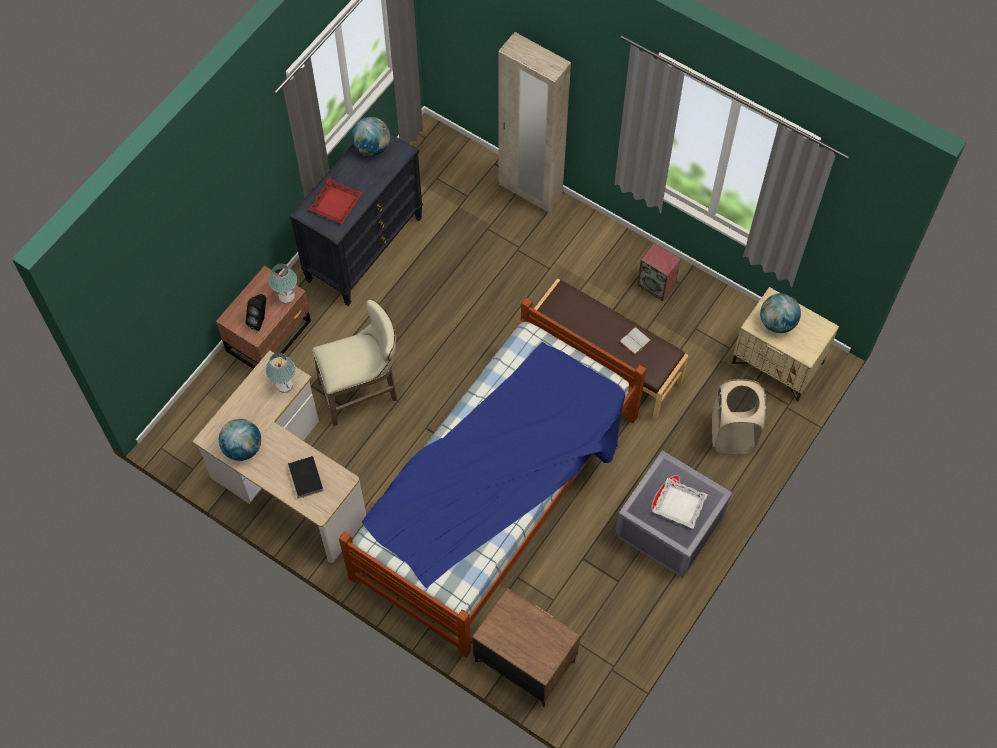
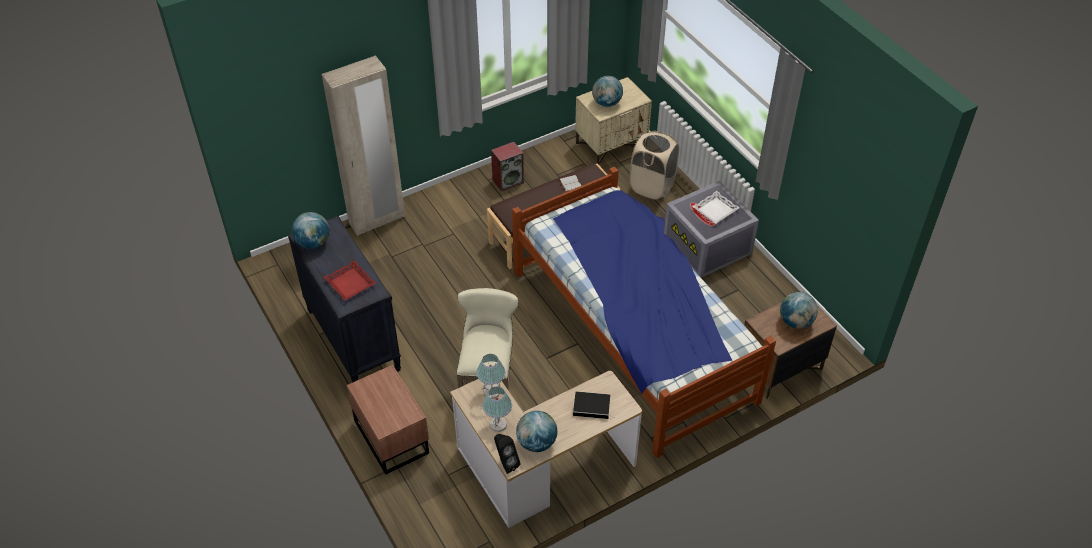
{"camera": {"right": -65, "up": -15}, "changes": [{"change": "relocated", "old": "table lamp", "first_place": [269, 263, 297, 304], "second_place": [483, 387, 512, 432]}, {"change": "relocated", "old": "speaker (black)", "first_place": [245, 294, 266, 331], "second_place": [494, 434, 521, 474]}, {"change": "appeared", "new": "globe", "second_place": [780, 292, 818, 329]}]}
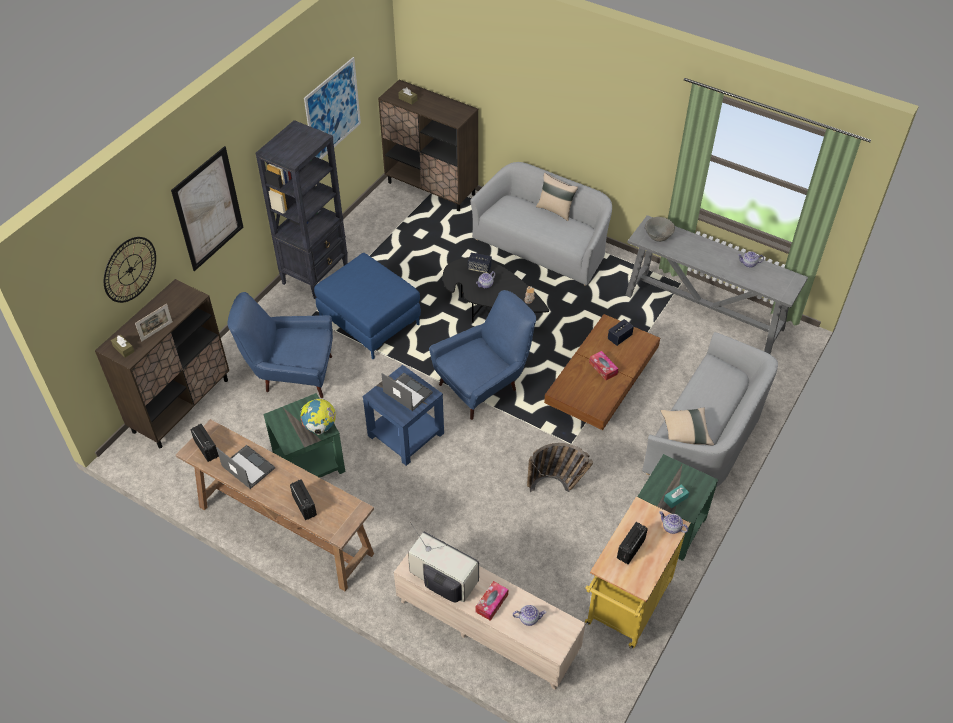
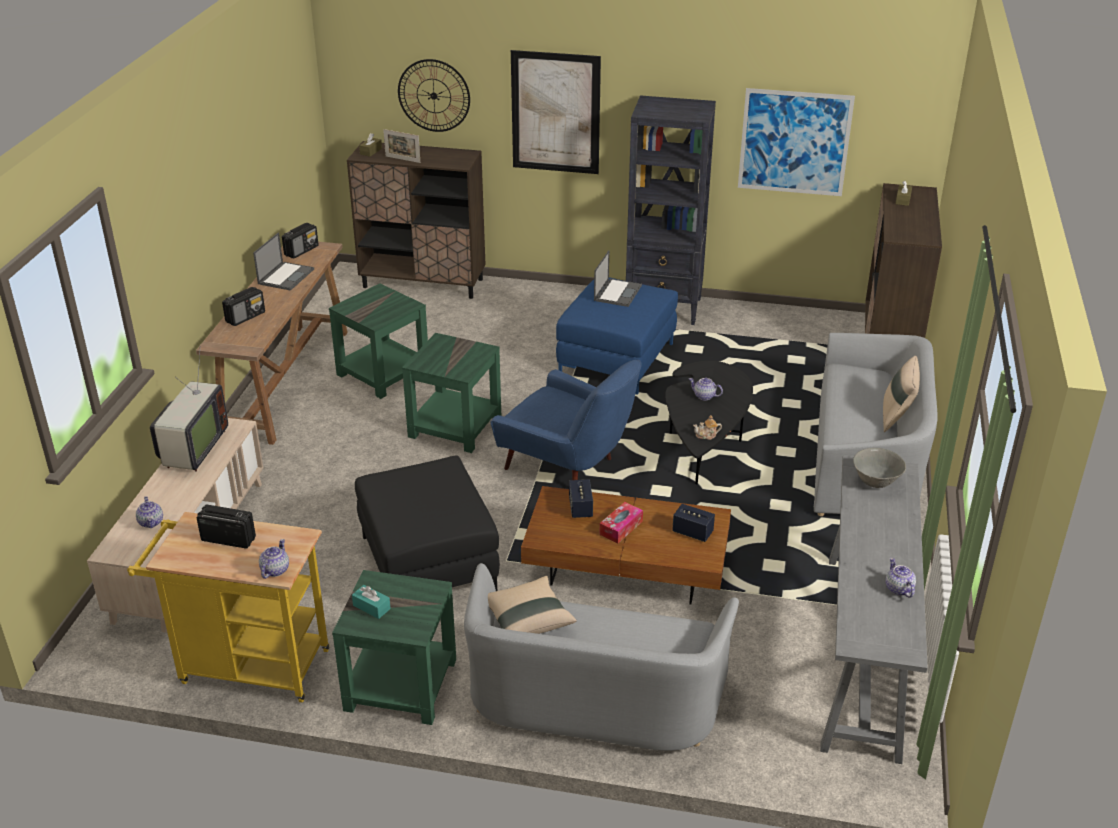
{"camera": {"right": 70, "up": -15}, "changes": [{"change": "relocated", "old": "speaker", "first_place": [468, 253, 492, 273], "second_place": [569, 479, 593, 518]}, {"change": "missing", "old": "armchair (blue)", "first_place": [227, 292, 333, 398]}, {"change": "colour", "old": "side table (blue)", "new": "side table (green)", "first_place": [363, 365, 444, 466], "second_place": [402, 333, 501, 453]}, {"change": "relocated", "old": "laptop", "first_place": [381, 373, 433, 411], "second_place": [594, 250, 642, 307]}, {"change": "missing", "old": "globe", "first_place": [300, 399, 336, 435]}, {"change": "exchanged", "old": "basket", "new": "ottoman (black)", "first_place": [527, 443, 593, 492], "second_place": [355, 455, 500, 591]}, {"change": "missing", "old": "tissue box", "first_place": [475, 581, 508, 621]}]}
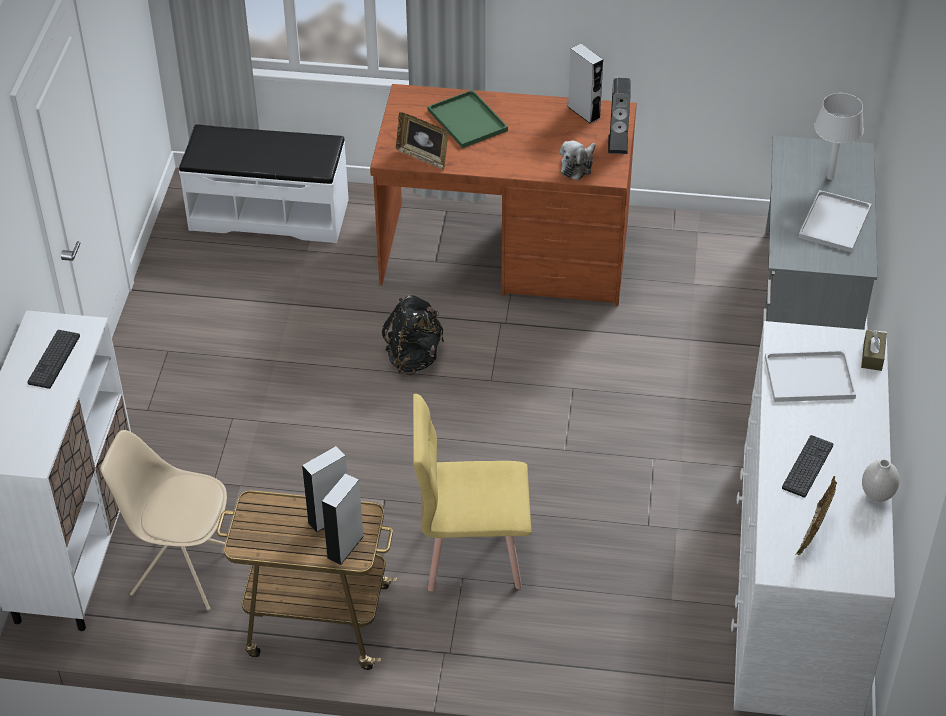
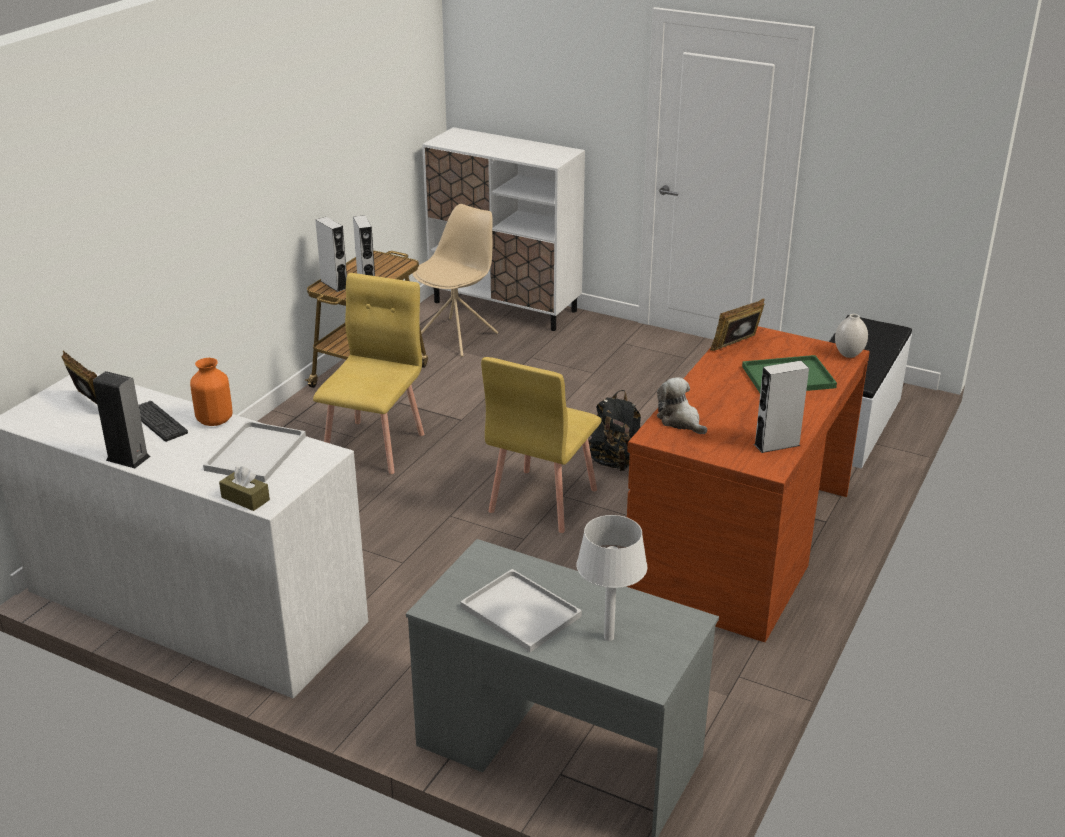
{"camera": {"right": 110, "up": -15}, "changes": [{"change": "relocated", "old": "speaker", "first_place": [608, 78, 631, 154], "second_place": [93, 371, 151, 468]}, {"change": "missing", "old": "keyboard", "first_place": [27, 330, 80, 389]}, {"change": "relocated", "old": "vase (white)", "first_place": [862, 459, 900, 502], "second_place": [835, 314, 868, 358]}, {"change": "appeared", "new": "chair (yellow)", "second_place": [481, 357, 601, 533]}, {"change": "appeared", "new": "vase (orange)", "second_place": [190, 358, 233, 426]}]}
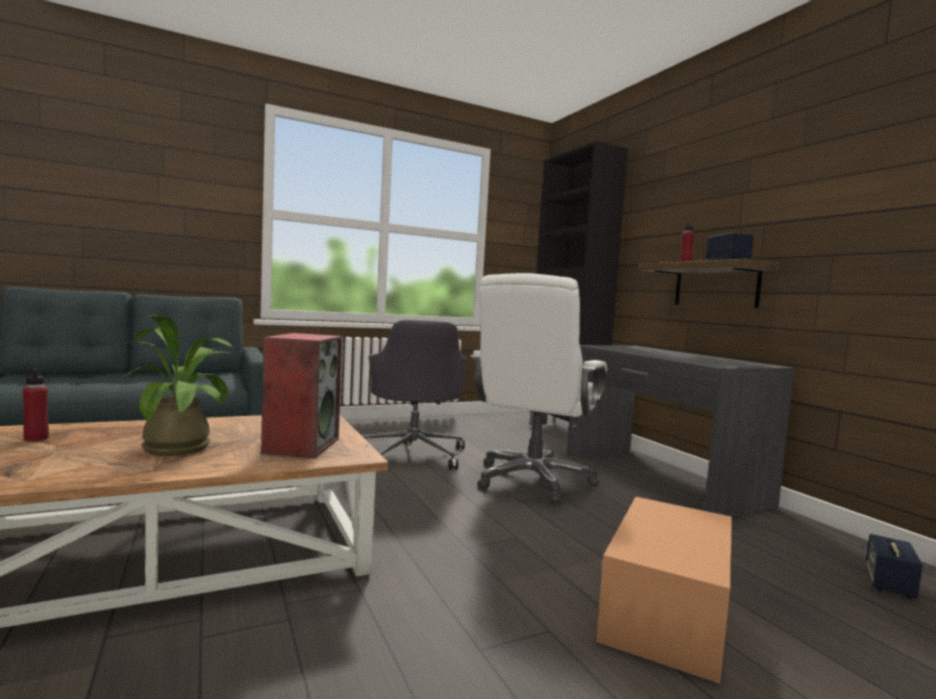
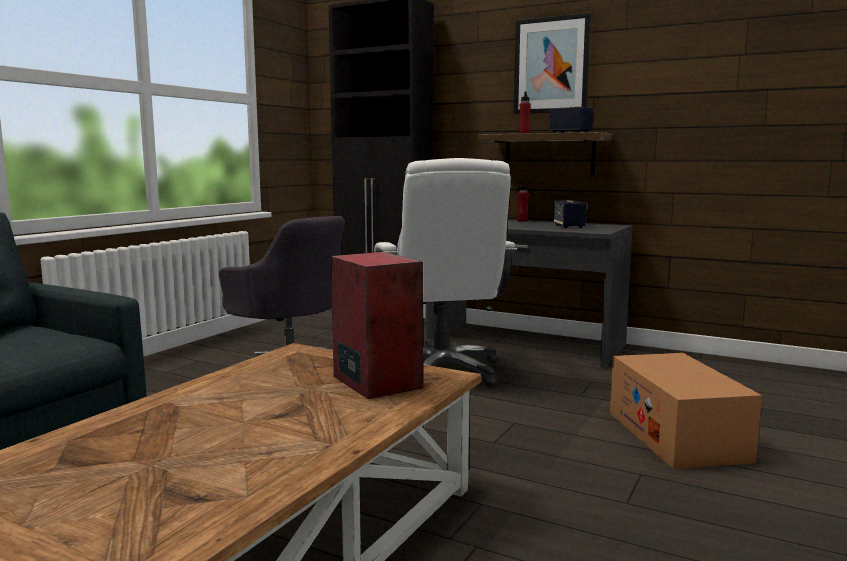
{"camera": {"right": -35, "up": 5}, "changes": [{"change": "missing", "old": "potted plant", "first_place": [117, 315, 232, 456]}, {"change": "relocated", "old": "bottle (red)", "first_place": [23, 367, 49, 442], "second_place": [517, 181, 529, 222]}, {"change": "relocated", "old": "speaker", "first_place": [866, 534, 923, 598], "second_place": [553, 200, 587, 228]}, {"change": "appeared", "new": "picture", "second_place": [514, 13, 591, 114]}]}
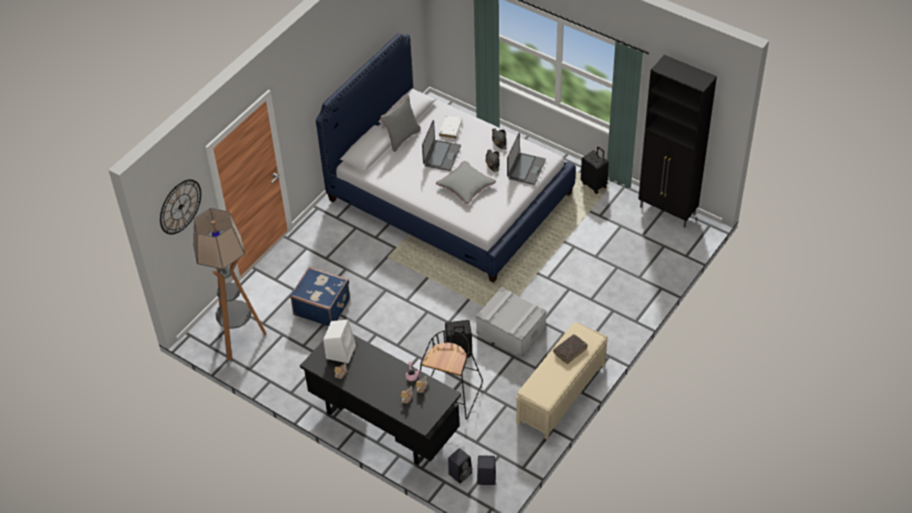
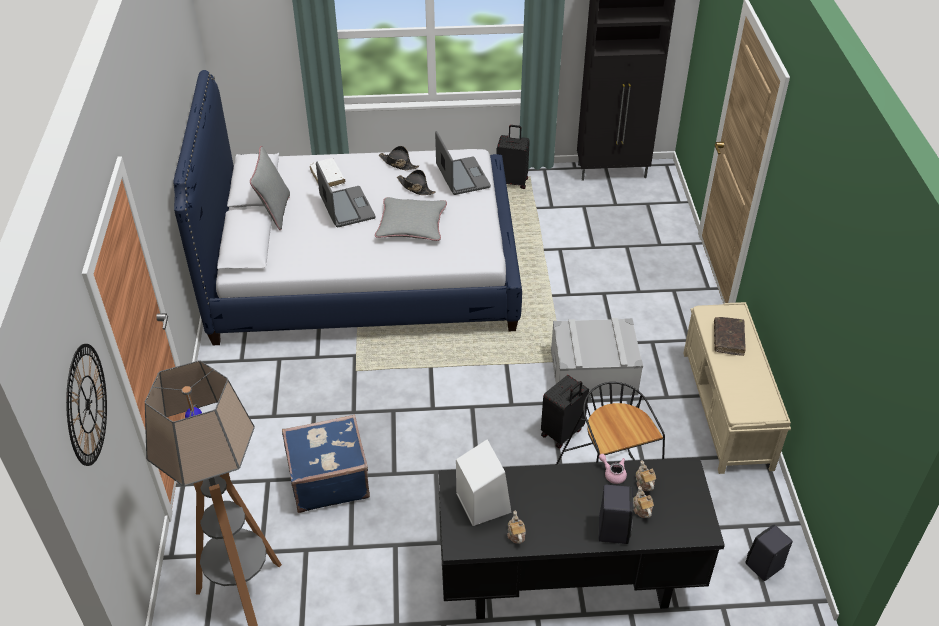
{"camera": {"right": -40, "up": -5}, "changes": [{"change": "relocated", "old": "speaker (black)", "first_place": [448, 448, 472, 483], "second_place": [599, 485, 634, 544]}]}
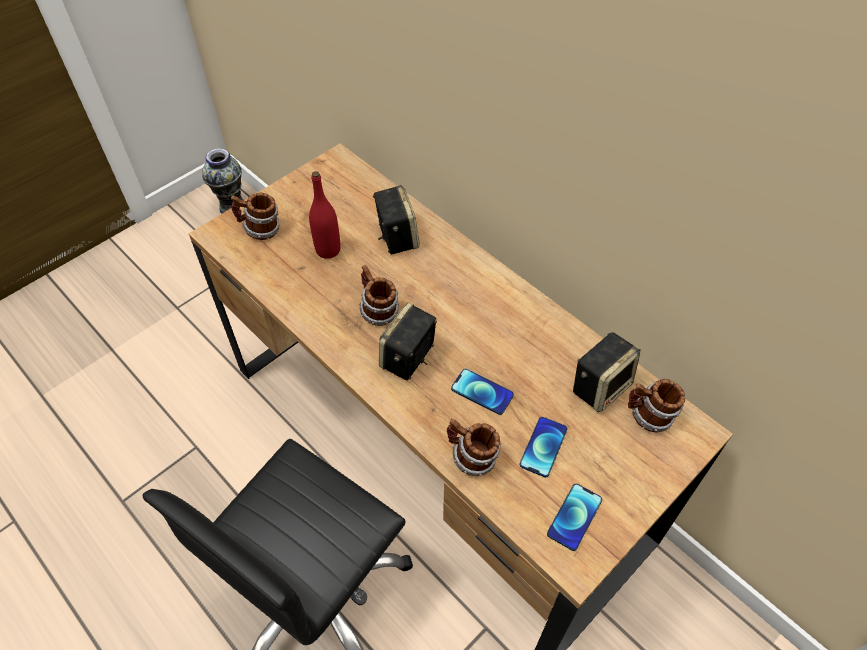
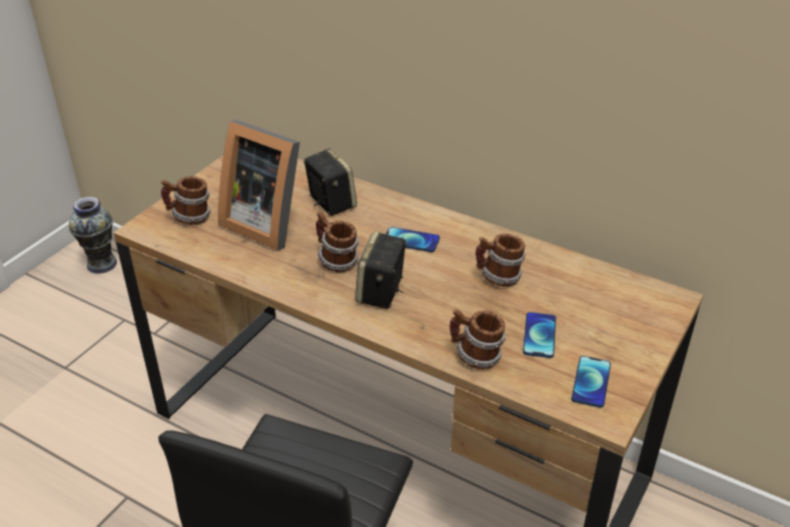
{"camera": {"right": -15, "up": -15}, "changes": [{"change": "exchanged", "old": "bottle (red)", "new": "picture frame", "first_place": [309, 171, 341, 259], "second_place": [218, 120, 300, 250]}, {"change": "missing", "old": "speaker", "first_place": [573, 332, 641, 412]}, {"change": "relocated", "old": "phone", "first_place": [451, 369, 514, 415], "second_place": [386, 227, 440, 252]}, {"change": "relocated", "old": "mug", "first_place": [628, 379, 685, 432], "second_place": [475, 234, 526, 287]}]}
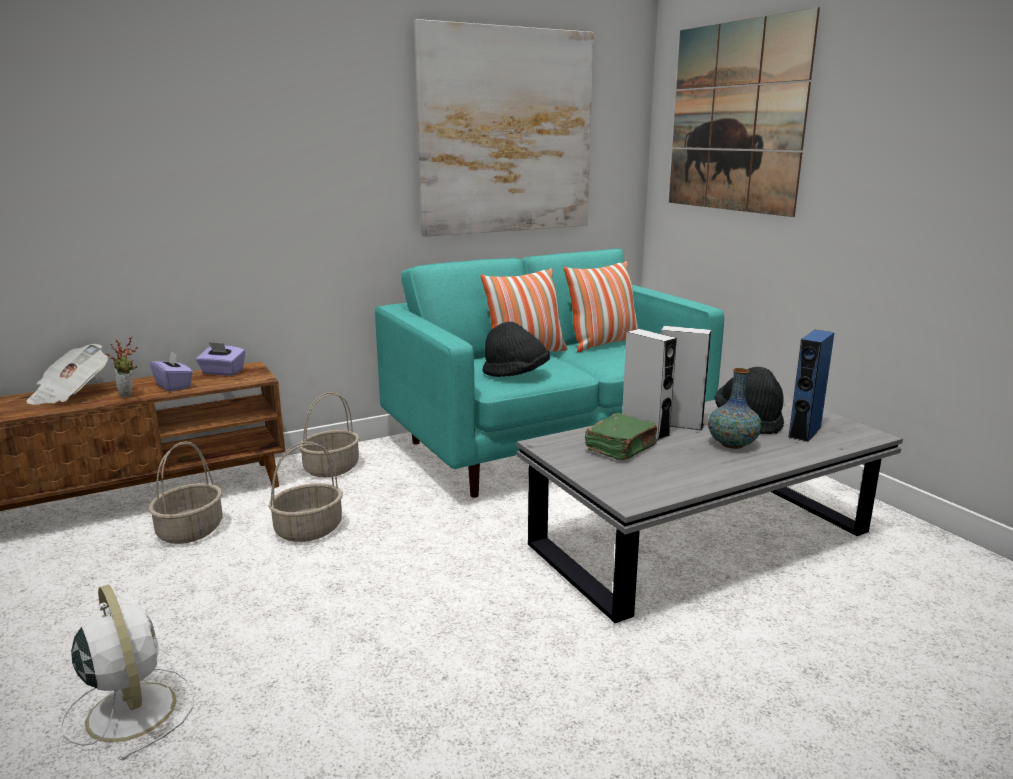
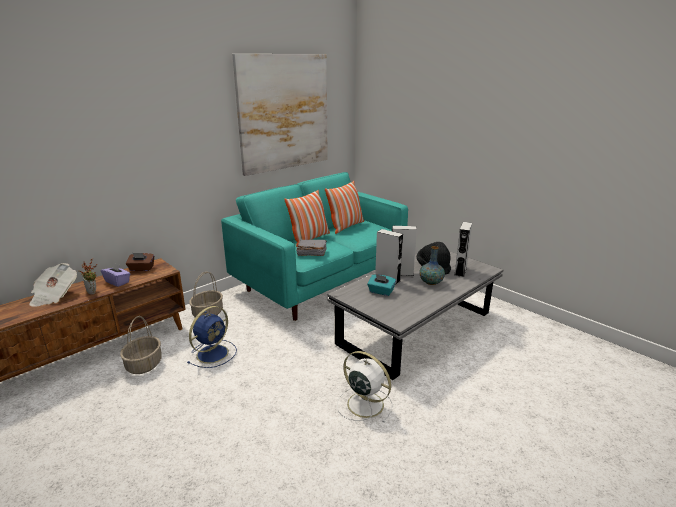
{"camera": {"right": -15, "up": 5}, "changes": [{"change": "missing", "old": "picture", "first_place": [669, 7, 820, 217]}, {"change": "exchanged", "old": "hat (black)", "new": "book (grey)", "first_place": [483, 322, 550, 377], "second_place": [296, 239, 327, 256]}, {"change": "colour", "old": "speaker (blue)", "new": "speaker (grey)", "first_place": [788, 330, 835, 442], "second_place": [454, 222, 472, 277]}, {"change": "colour", "old": "tissue box (purple)", "new": "tissue box (brown)", "first_place": [196, 342, 245, 376], "second_place": [126, 253, 154, 271]}, {"change": "exchanged", "old": "book (green)", "new": "tissue box (turquoise)", "first_place": [585, 413, 657, 460], "second_place": [367, 274, 396, 296]}, {"change": "exchanged", "old": "basket", "new": "fan (blue)", "first_place": [268, 442, 343, 542], "second_place": [187, 306, 237, 368]}, {"change": "relocated", "old": "fan (white)", "first_place": [60, 584, 194, 761], "second_place": [337, 351, 393, 423]}]}
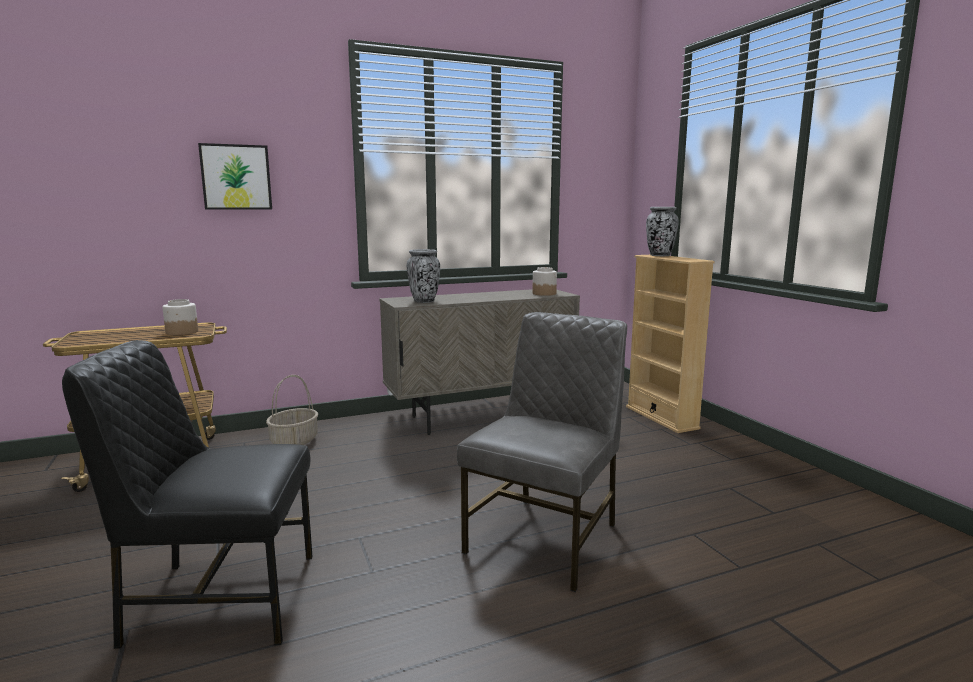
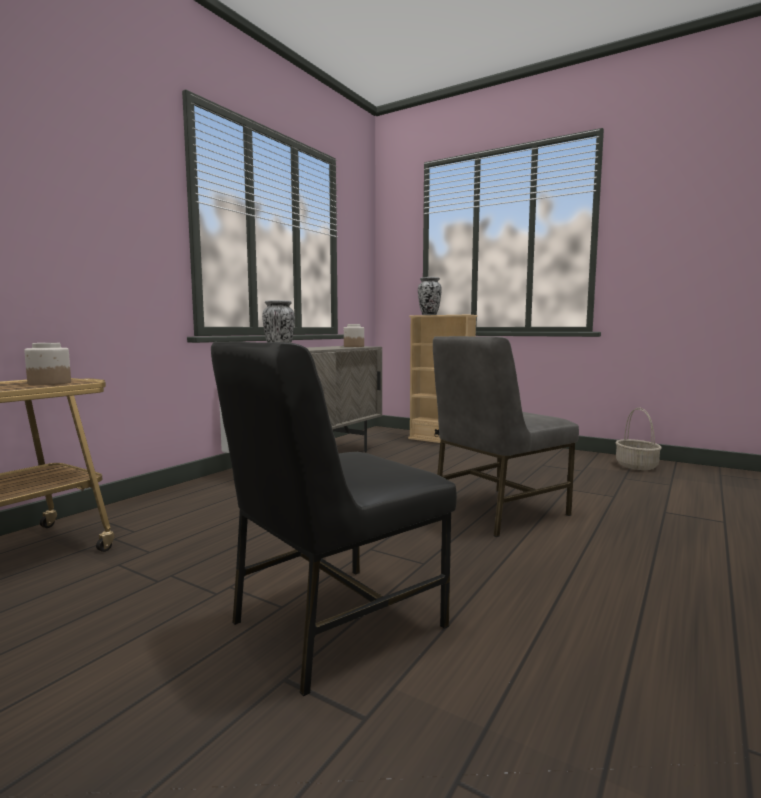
{"camera": {"right": -35, "up": -5}, "changes": [{"change": "missing", "old": "picture", "first_place": [198, 143, 272, 210]}, {"change": "spun", "old": "chair (grey)", "first_place": [457, 312, 627, 592], "second_place": [433, 336, 579, 537], "degrees": -120}, {"change": "relocated", "old": "basket", "first_place": [266, 375, 318, 445], "second_place": [615, 407, 662, 470]}]}
